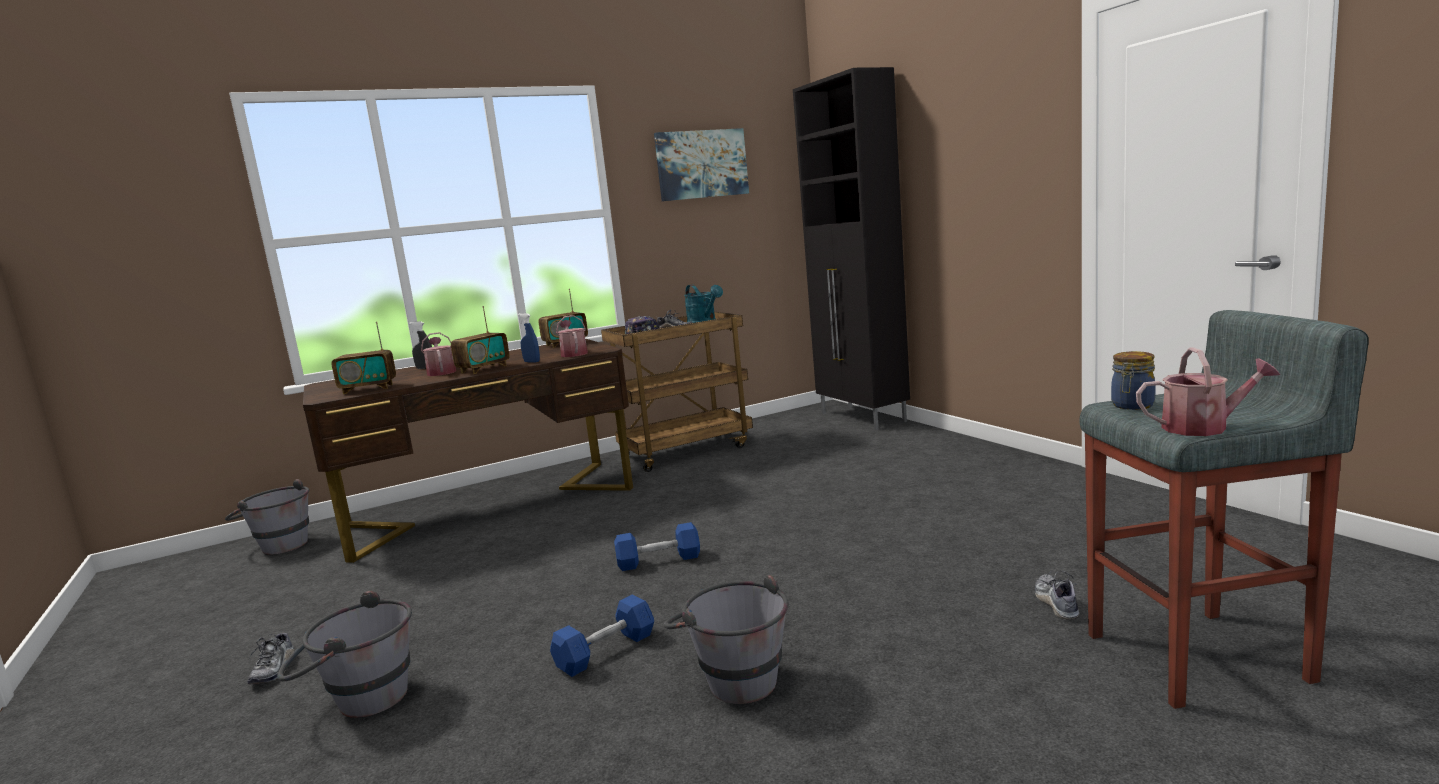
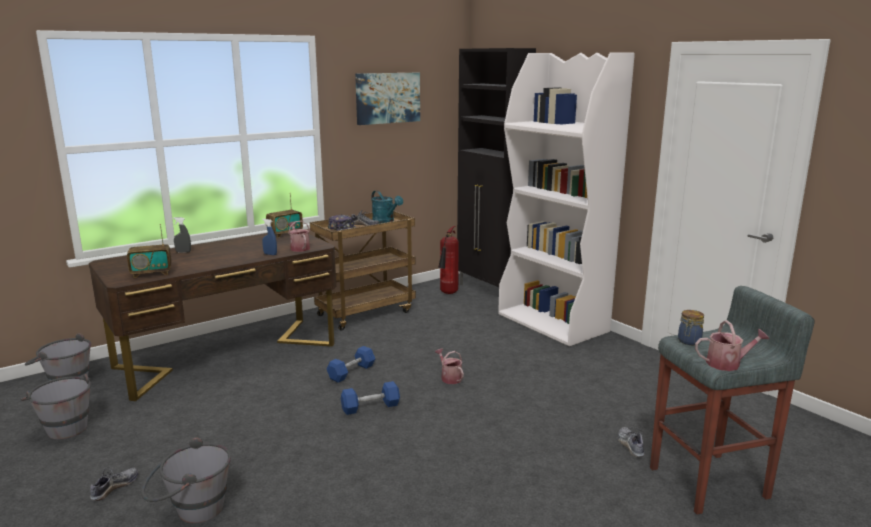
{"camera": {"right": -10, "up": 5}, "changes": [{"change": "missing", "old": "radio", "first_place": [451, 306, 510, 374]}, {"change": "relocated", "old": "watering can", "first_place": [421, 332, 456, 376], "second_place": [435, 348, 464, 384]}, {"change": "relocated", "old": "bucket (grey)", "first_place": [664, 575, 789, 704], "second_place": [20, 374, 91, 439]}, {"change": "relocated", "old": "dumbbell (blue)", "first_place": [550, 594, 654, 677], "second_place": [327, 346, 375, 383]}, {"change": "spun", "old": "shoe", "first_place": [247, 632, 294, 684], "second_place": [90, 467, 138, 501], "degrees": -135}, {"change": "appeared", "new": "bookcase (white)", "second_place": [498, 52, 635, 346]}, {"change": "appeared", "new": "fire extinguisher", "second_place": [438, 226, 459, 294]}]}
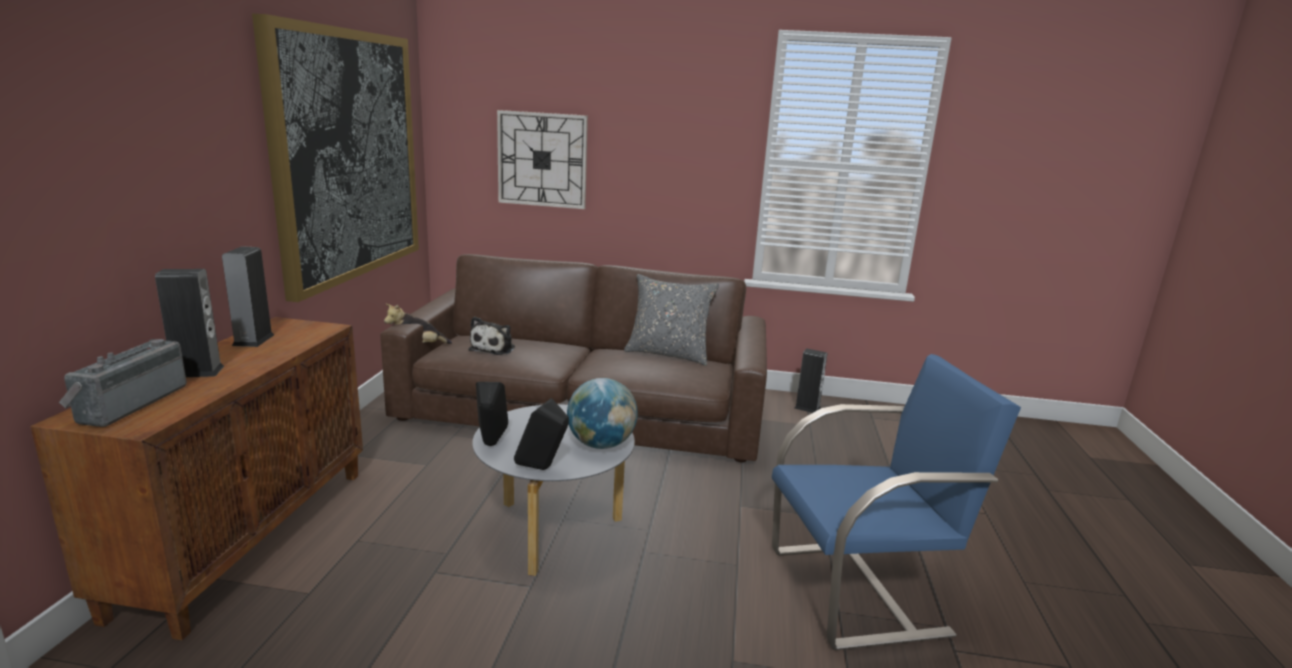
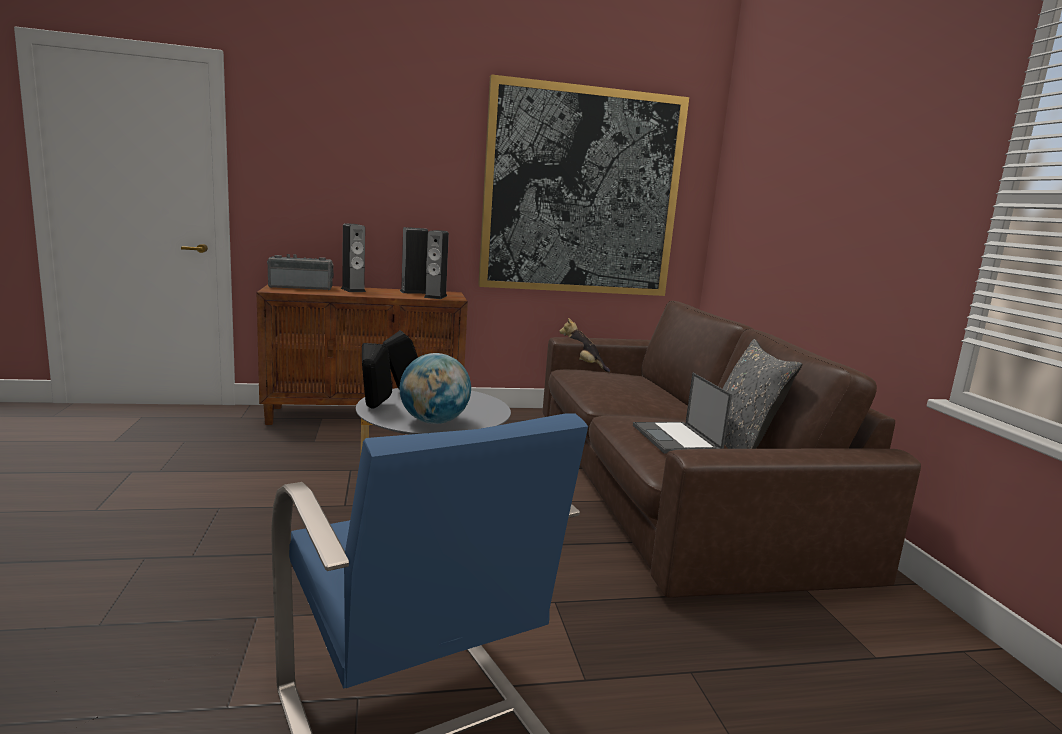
{"camera": {"right": 70, "up": -5}, "changes": [{"change": "missing", "old": "wall clock", "first_place": [497, 110, 588, 209]}, {"change": "missing", "old": "plush toy", "first_place": [469, 317, 515, 355]}, {"change": "relocated", "old": "speaker", "first_place": [794, 348, 828, 413], "second_place": [424, 230, 449, 299]}, {"change": "appeared", "new": "laptop", "second_place": [633, 372, 732, 454]}]}
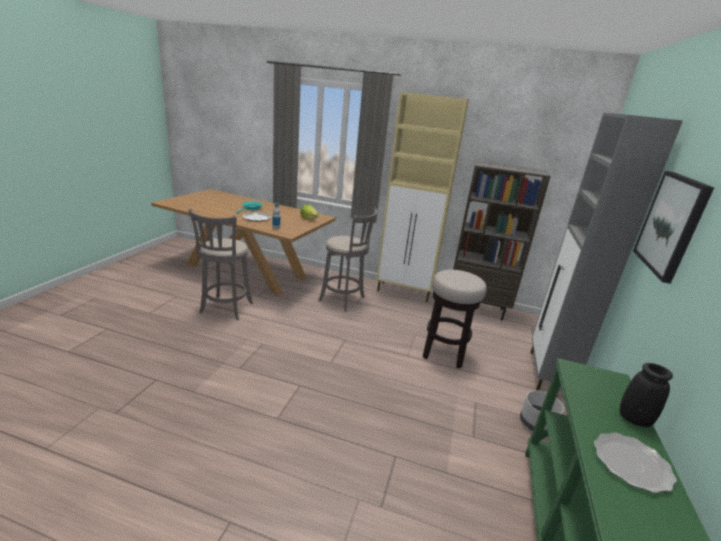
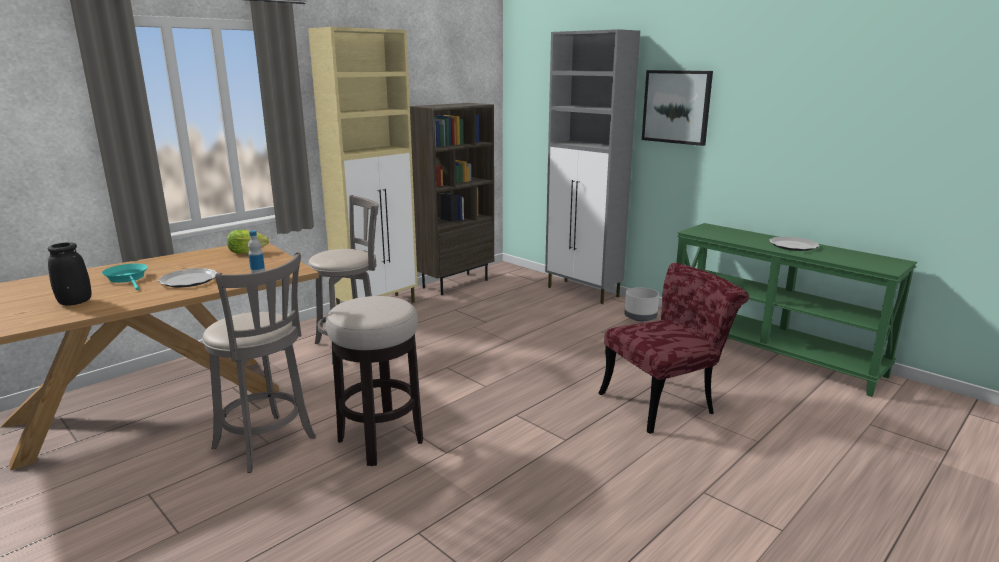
{"camera": {"right": -60, "up": -5}, "changes": [{"change": "relocated", "old": "stool", "first_place": [423, 270, 487, 368], "second_place": [326, 296, 423, 466]}, {"change": "relocated", "old": "vase (black)", "first_place": [620, 363, 673, 427], "second_place": [47, 242, 91, 306]}, {"change": "appeared", "new": "chair (red)", "second_place": [599, 263, 749, 434]}]}
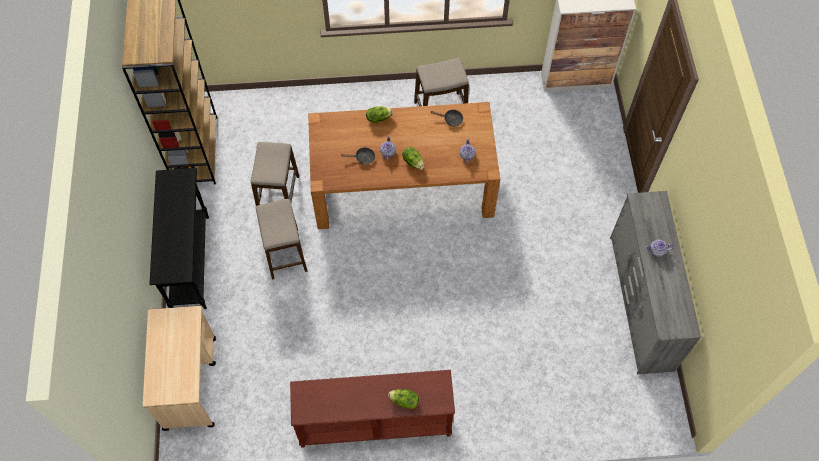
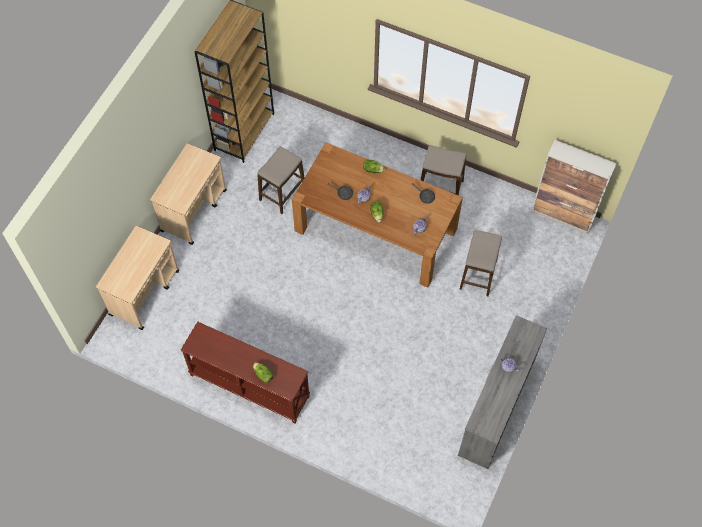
{"camera": {"right": 30, "up": 0}, "changes": [{"change": "exchanged", "old": "console table (black)", "new": "cart (beige)", "first_place": [149, 168, 209, 309], "second_place": [150, 143, 227, 245]}, {"change": "relocated", "old": "stool", "first_place": [256, 199, 307, 280], "second_place": [459, 230, 502, 296]}]}
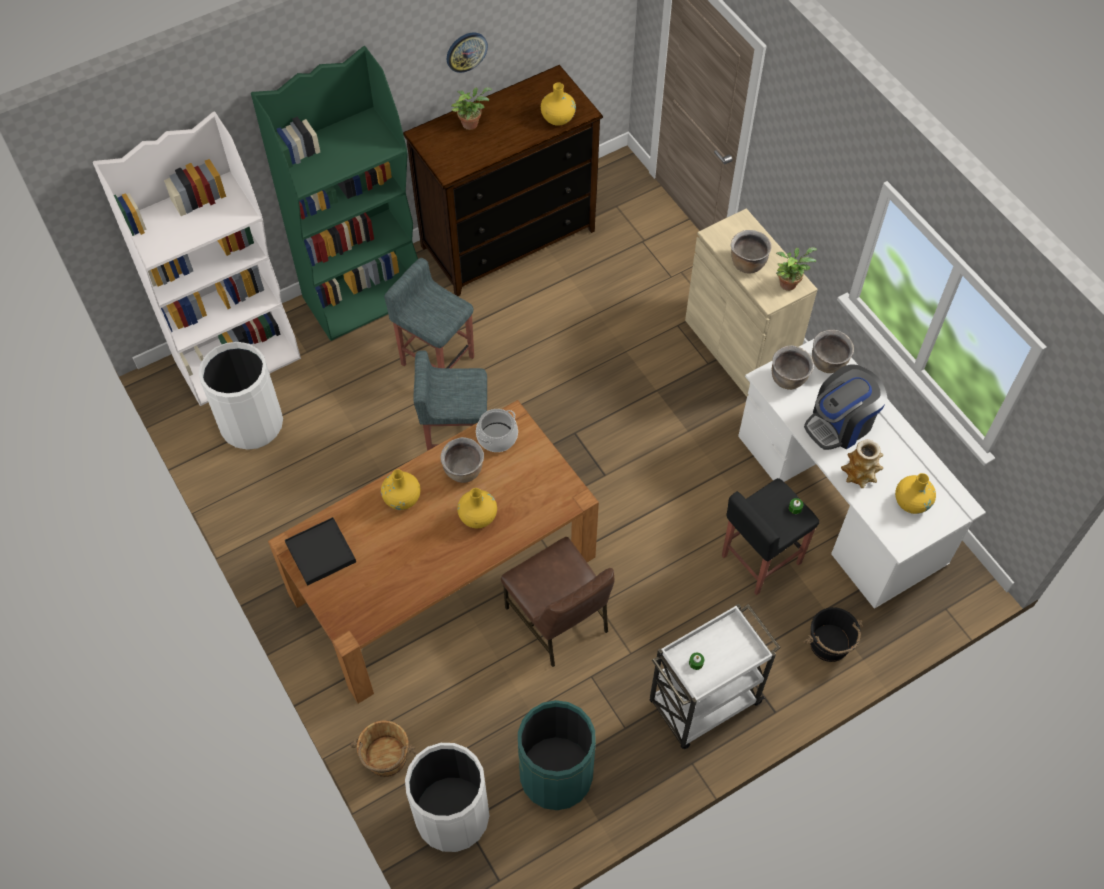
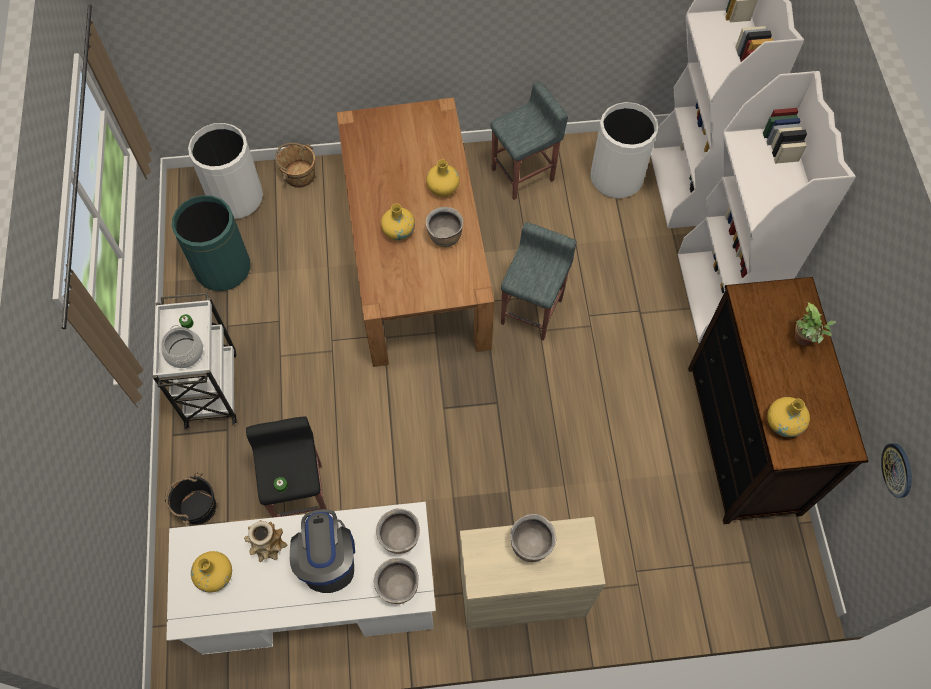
{"camera": {"right": 115, "up": 5}, "changes": [{"change": "relocated", "old": "wall clock", "first_place": [447, 33, 488, 73], "second_place": [881, 443, 912, 498]}, {"change": "colour", "old": "bookcase (green)", "new": "bookcase (white)", "first_place": [251, 46, 418, 341], "second_place": [678, 71, 856, 343]}, {"change": "missing", "old": "potted plant", "first_place": [776, 247, 817, 291]}, {"change": "relocated", "old": "stool (grey)", "first_place": [384, 258, 474, 368], "second_place": [491, 81, 568, 200]}, {"change": "relocated", "old": "cooking pot", "first_place": [476, 409, 518, 452], "second_place": [161, 325, 203, 368]}, {"change": "missing", "old": "tray (black)", "first_place": [285, 517, 356, 586]}, {"change": "missing", "old": "chair (brown)", "first_place": [501, 537, 615, 667]}]}
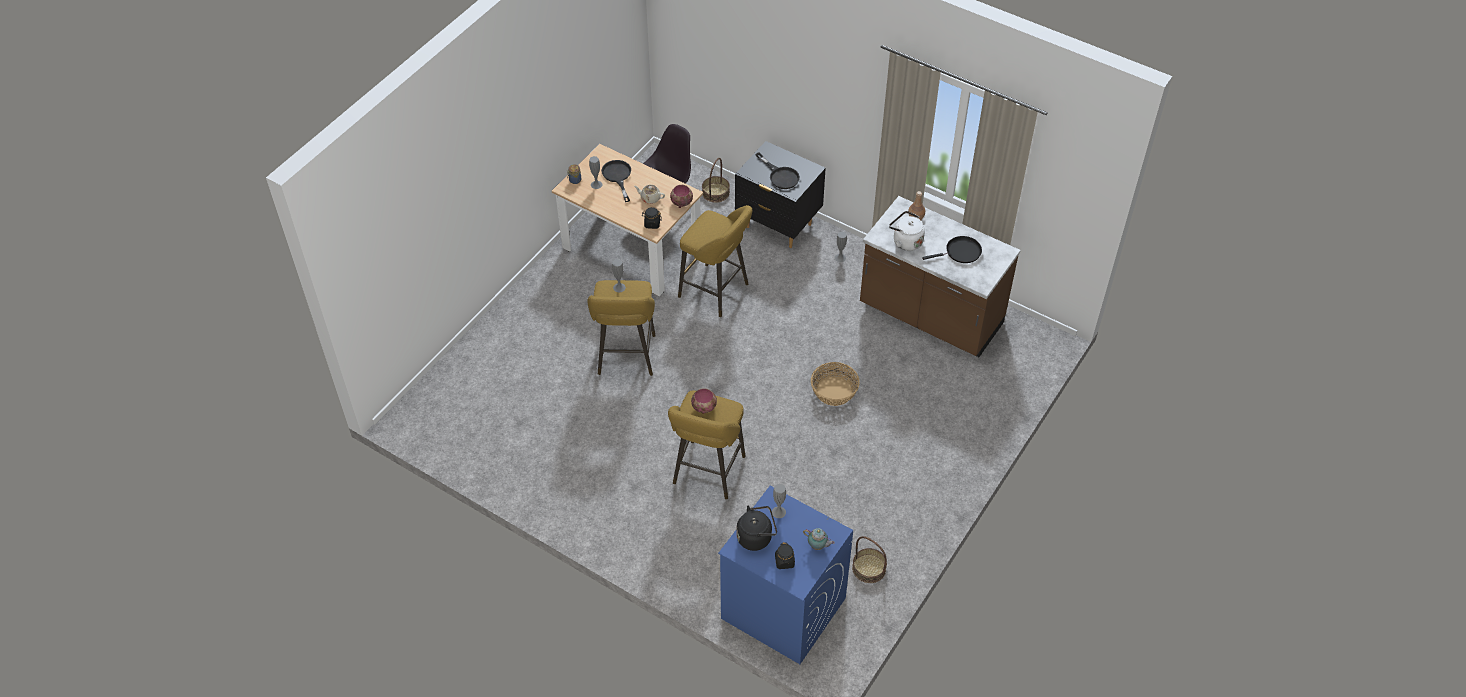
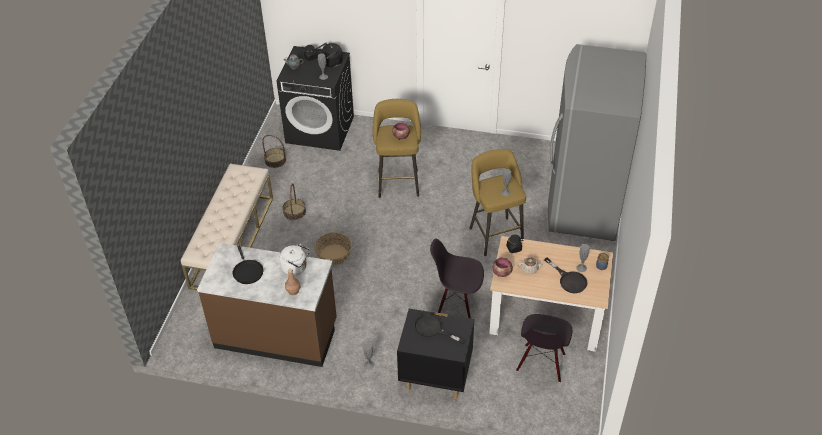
{"camera": {"right": 160, "up": -5}, "changes": [{"change": "relocated", "old": "basket", "first_place": [702, 158, 730, 203], "second_place": [283, 183, 306, 220]}, {"change": "exchanged", "old": "stool (yellow)", "new": "chair (black)", "first_place": [678, 205, 752, 317], "second_place": [430, 239, 484, 318]}, {"change": "spun", "old": "frying pan (black)", "first_place": [922, 236, 982, 263], "second_place": [233, 245, 263, 284], "degrees": -75}, {"change": "colour", "old": "washing machine (blue)", "new": "washing machine (black)", "first_place": [718, 486, 853, 664], "second_place": [276, 46, 354, 151]}, {"change": "appeared", "new": "fridge (grey)", "second_place": [548, 44, 646, 241]}, {"change": "appeared", "new": "bench (beige)", "second_place": [181, 164, 273, 290]}]}
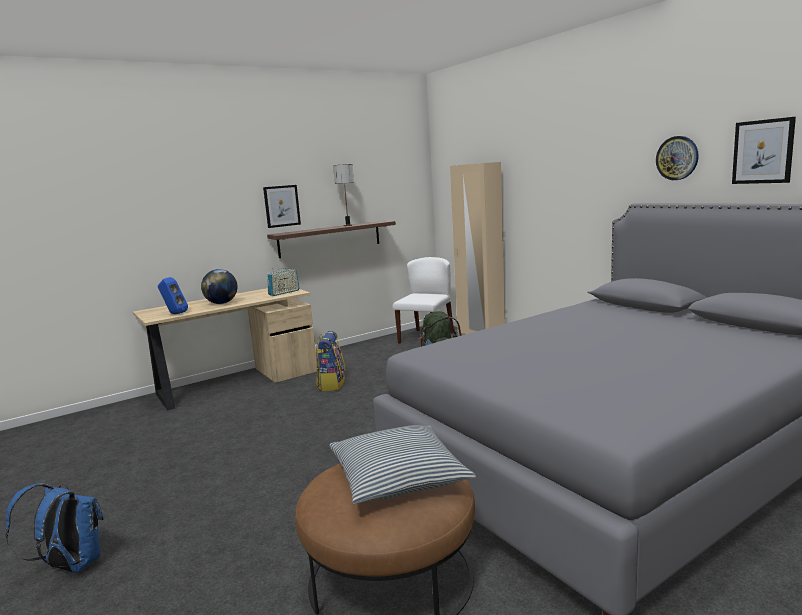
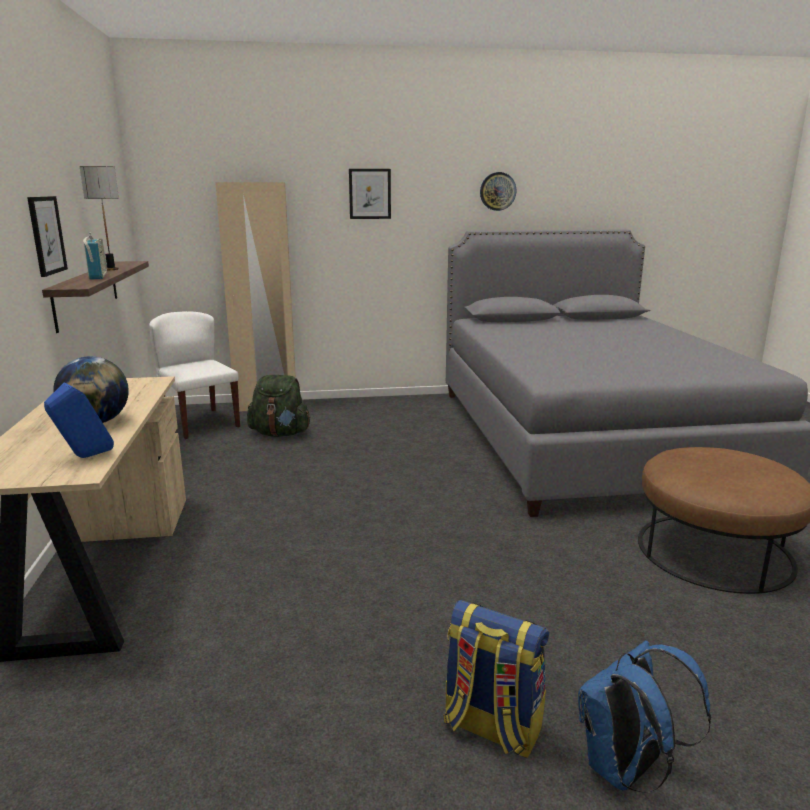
{"camera": {"right": -65, "up": 5}, "changes": [{"change": "relocated", "old": "picture", "first_place": [732, 117, 796, 184], "second_place": [349, 169, 391, 219]}, {"change": "relocated", "old": "radio", "first_place": [267, 268, 299, 296], "second_place": [83, 232, 107, 280]}, {"change": "relocated", "old": "backpack", "first_place": [316, 331, 345, 391], "second_place": [443, 600, 549, 758]}, {"change": "missing", "old": "pillow", "first_place": [329, 425, 476, 504]}]}
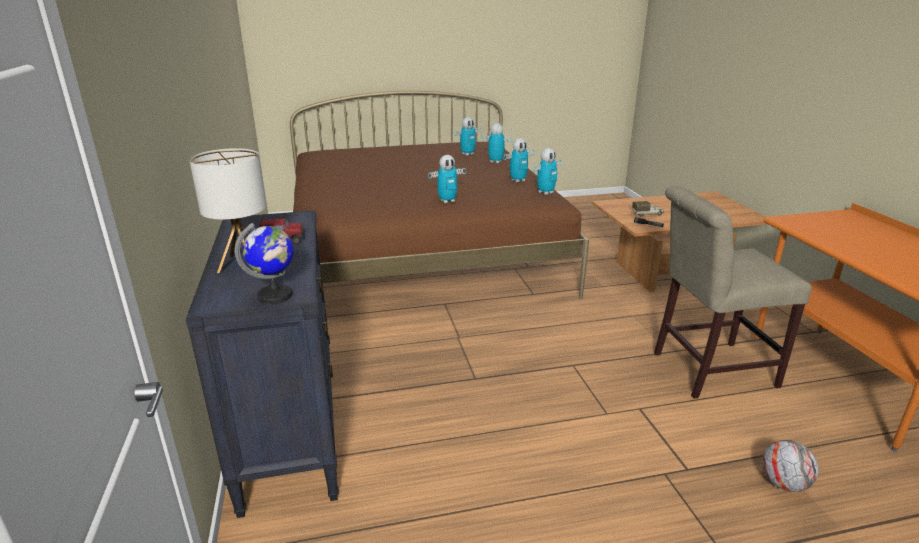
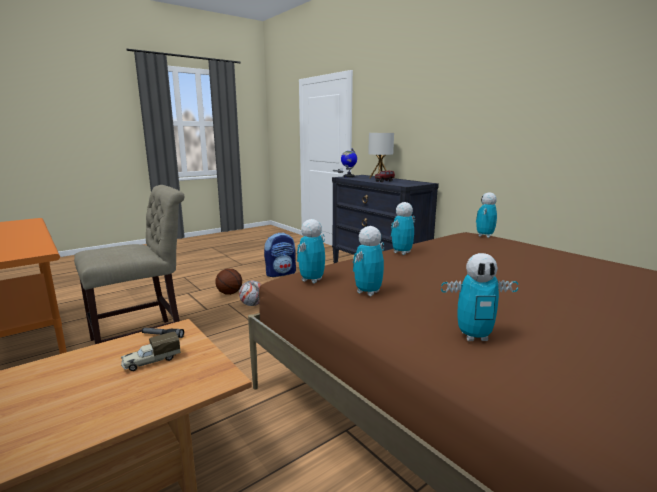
{"camera": {"right": 155, "up": -10}, "changes": [{"change": "relocated", "old": "toy robot", "first_place": [455, 117, 481, 156], "second_place": [476, 192, 497, 238]}, {"change": "relocated", "old": "football", "first_place": [762, 440, 819, 492], "second_place": [239, 281, 261, 306]}, {"change": "appeared", "new": "backpack", "second_place": [264, 233, 296, 277]}, {"change": "appeared", "new": "basketball", "second_place": [215, 269, 242, 295]}]}
